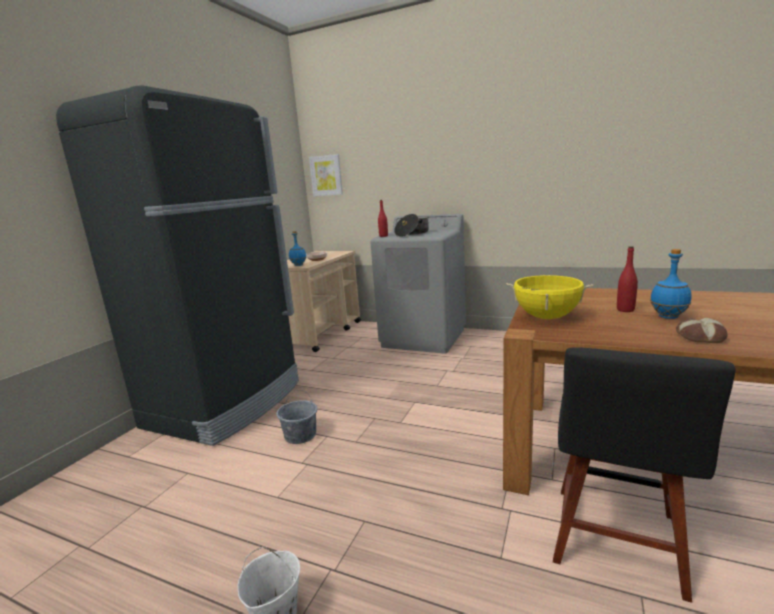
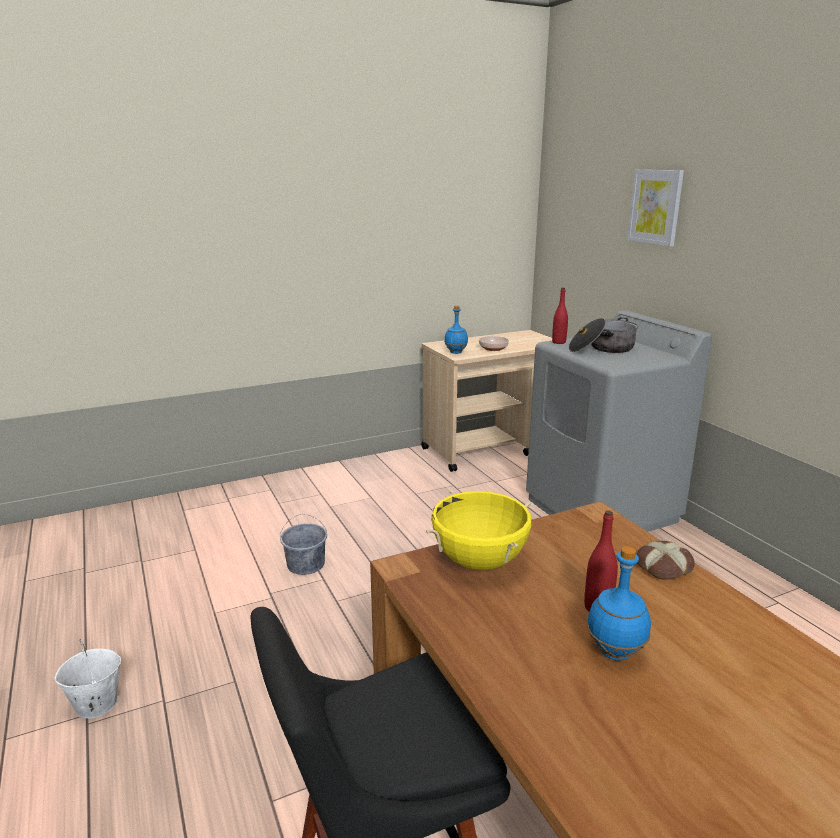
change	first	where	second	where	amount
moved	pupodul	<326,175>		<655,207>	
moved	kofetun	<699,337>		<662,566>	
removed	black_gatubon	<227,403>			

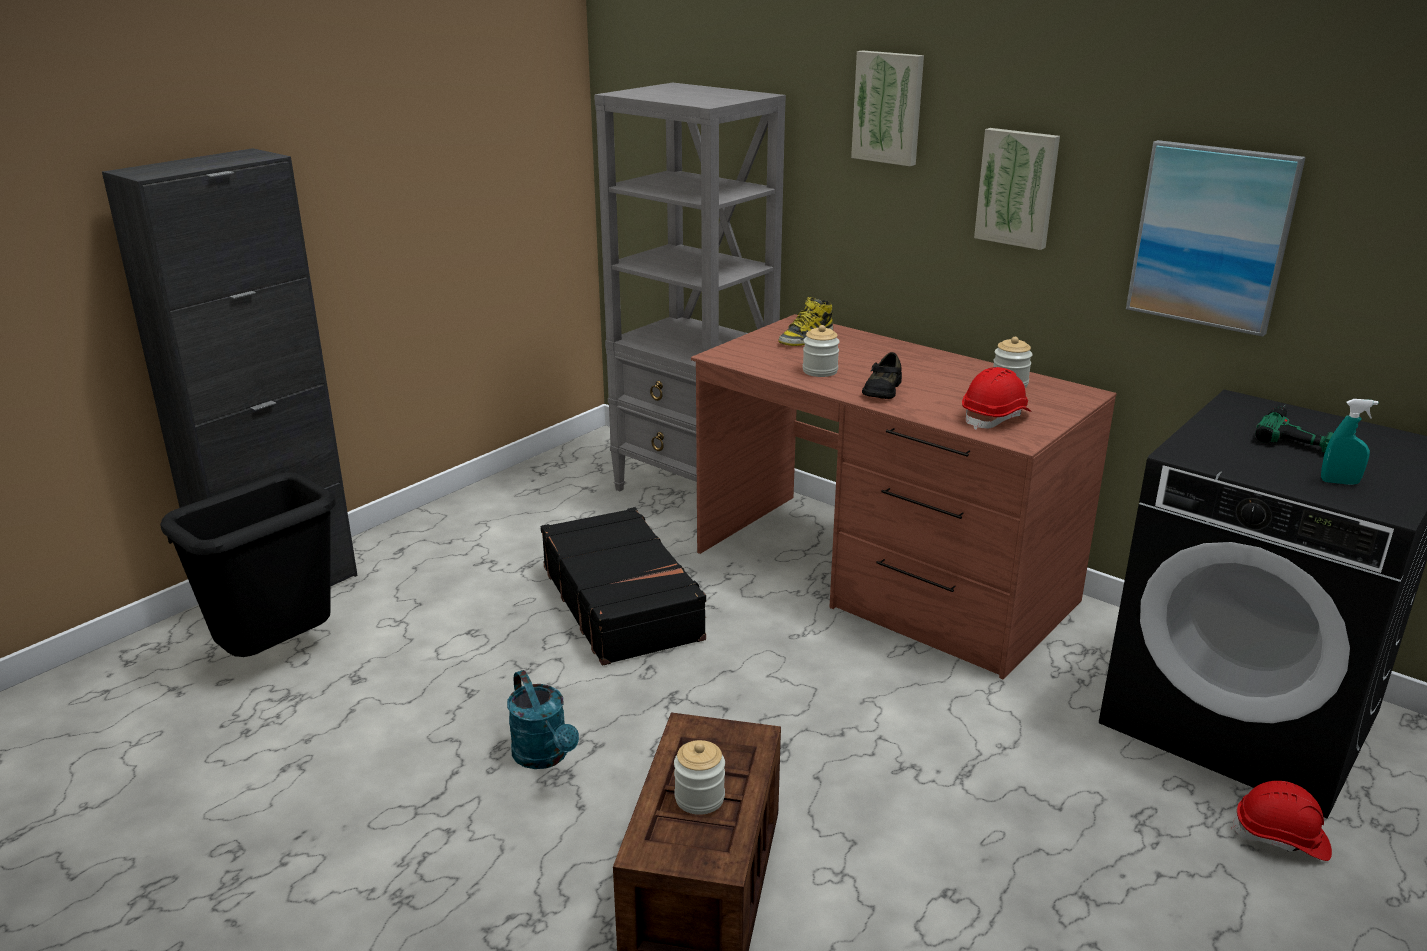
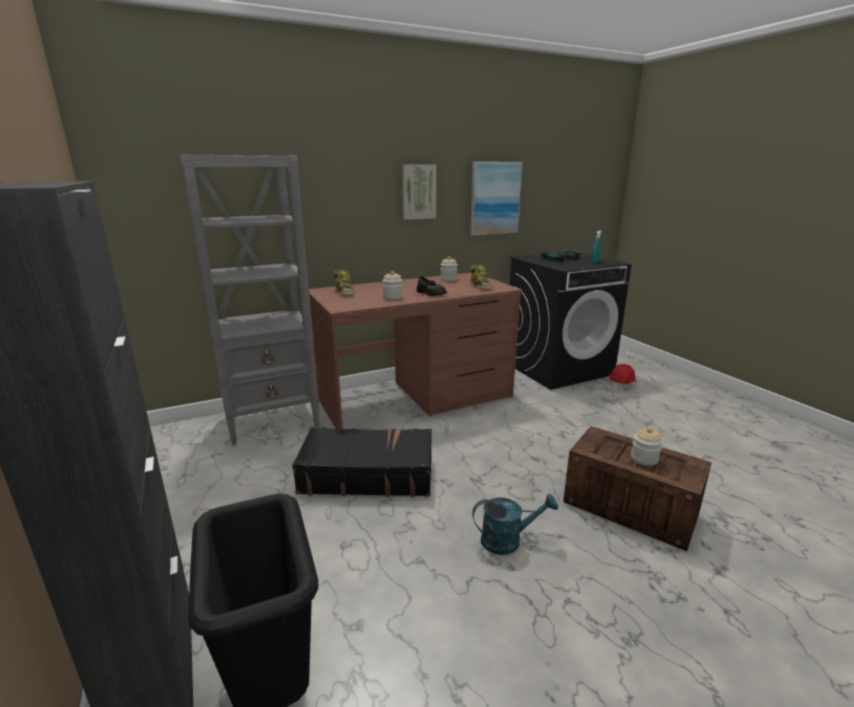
change	first	where	second	where	amount
replaced	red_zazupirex	<996,417>	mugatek	<481,286>	
removed	pupodul	<889,107>			

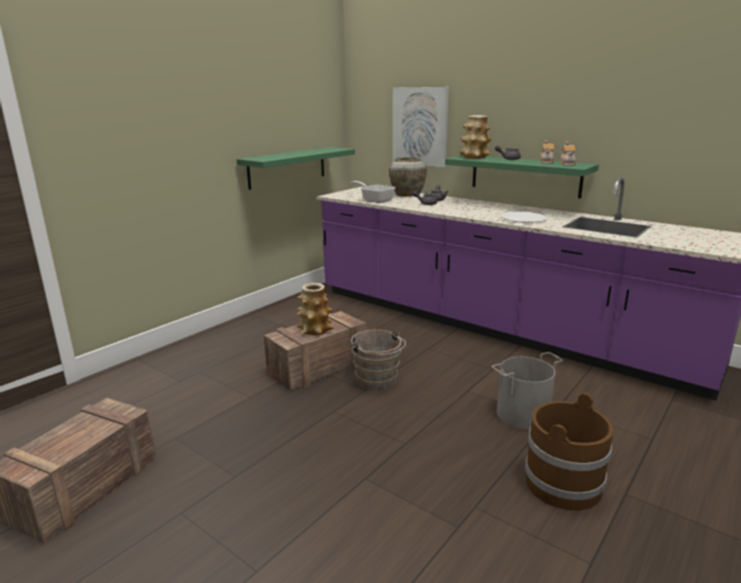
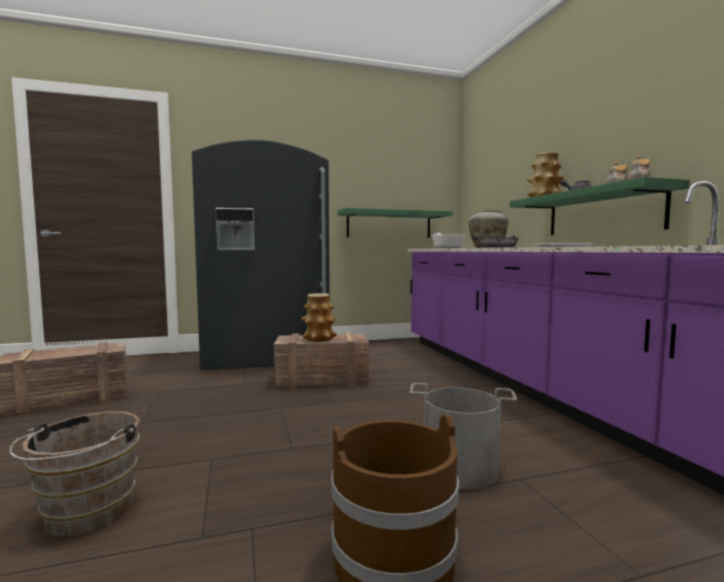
change	first	where	second	where	amount
moved	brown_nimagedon	<378,382>		<84,515>	
added			grey_gatubon	<265,357>	
removed	pupodul	<420,126>			

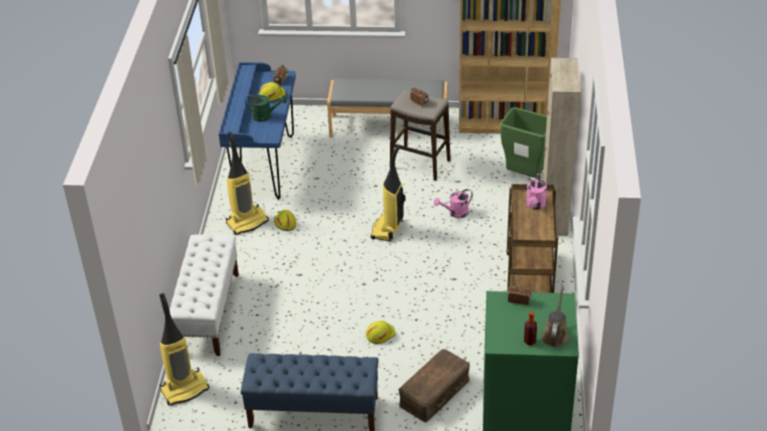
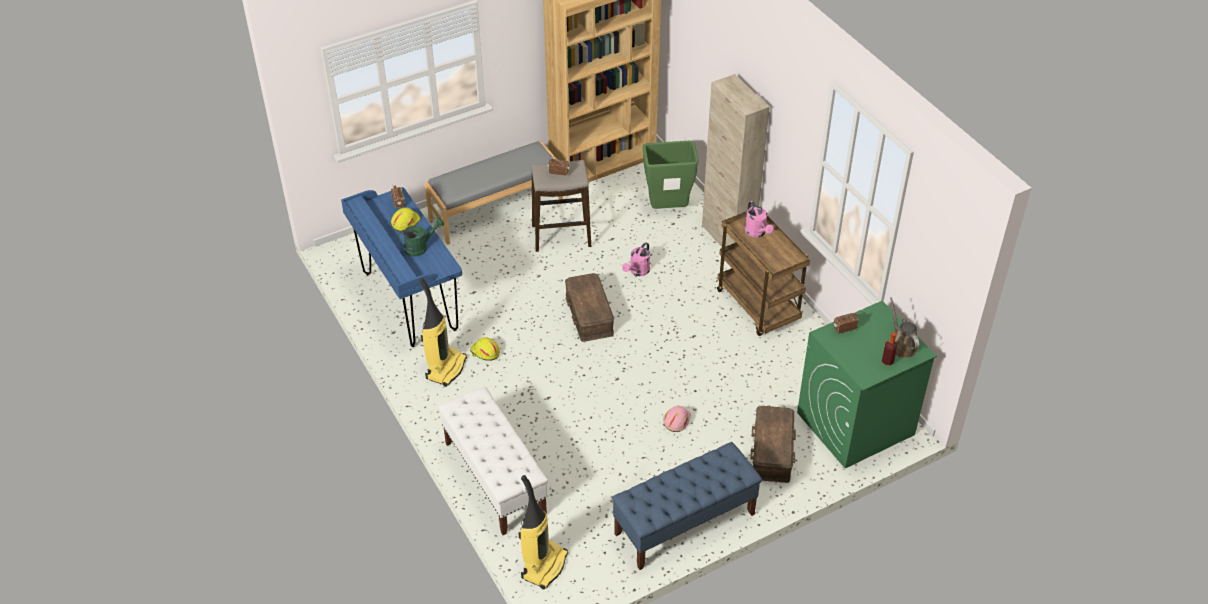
change	first	where	second	where	amount
replaced	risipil	<388,229>	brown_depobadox	<590,314>	
recoloured	yellow_zazupirex	<380,334>	pink_zazupirex	<676,420>	

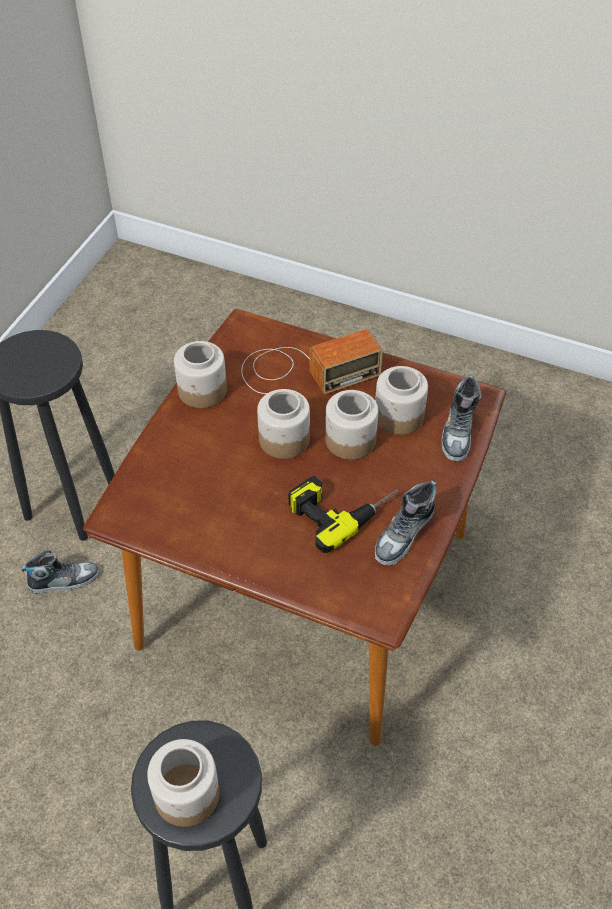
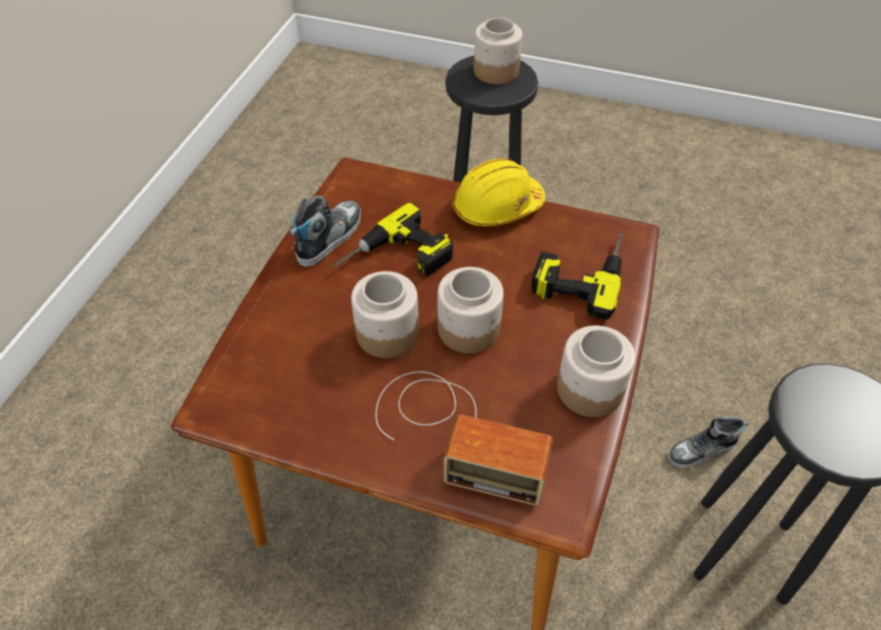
change	first	where	second	where	amount
turned	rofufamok	<304,370>		<455,433>	135 degrees counterclockwise
added			yellow_zazupirex	<496,207>	
added			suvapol	<580,272>	
removed	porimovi	<399,416>			
removed	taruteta	<458,431>			

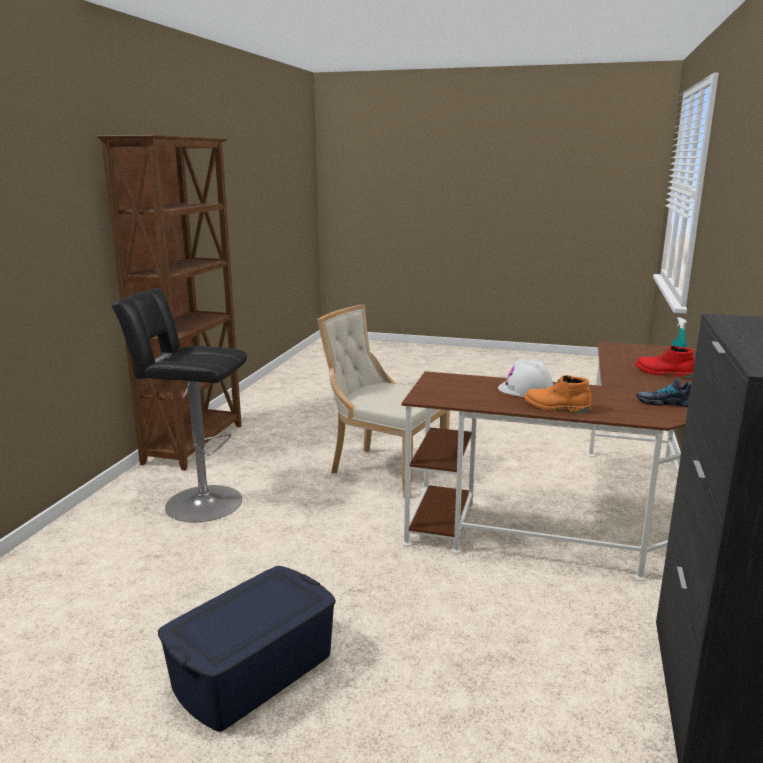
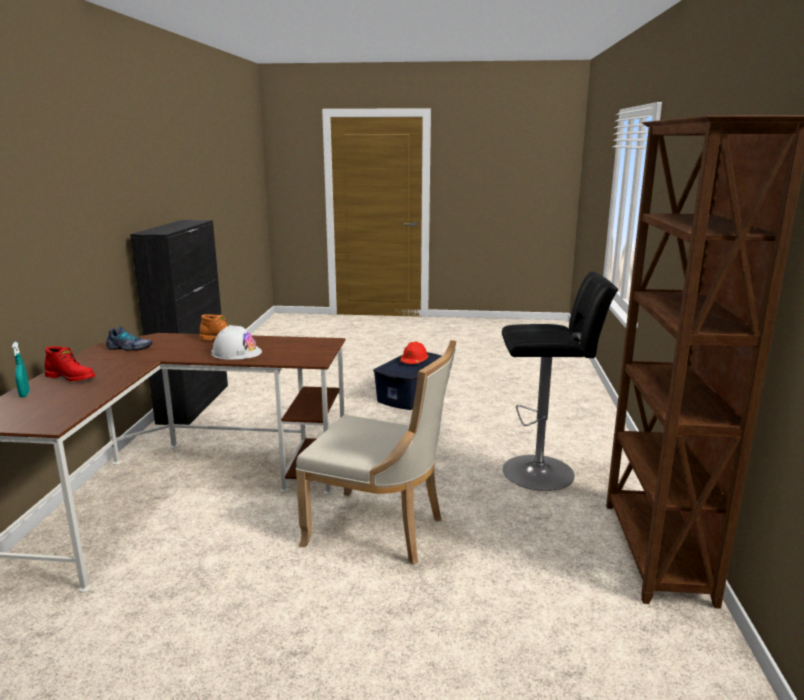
change	first	where	second	where	amount
added			red_zazupirex	<414,361>	

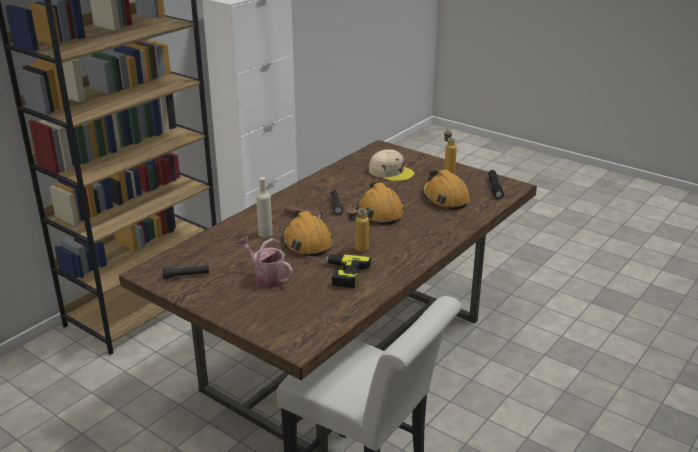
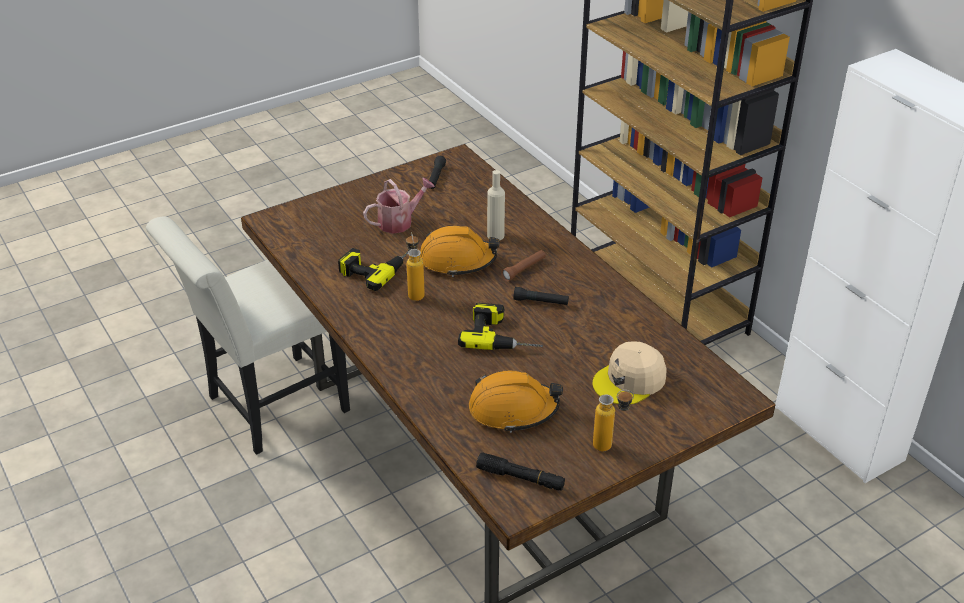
change	first	where	second	where	amount
replaced	orange_zazupirex	<380,212>	suvapol	<503,335>	

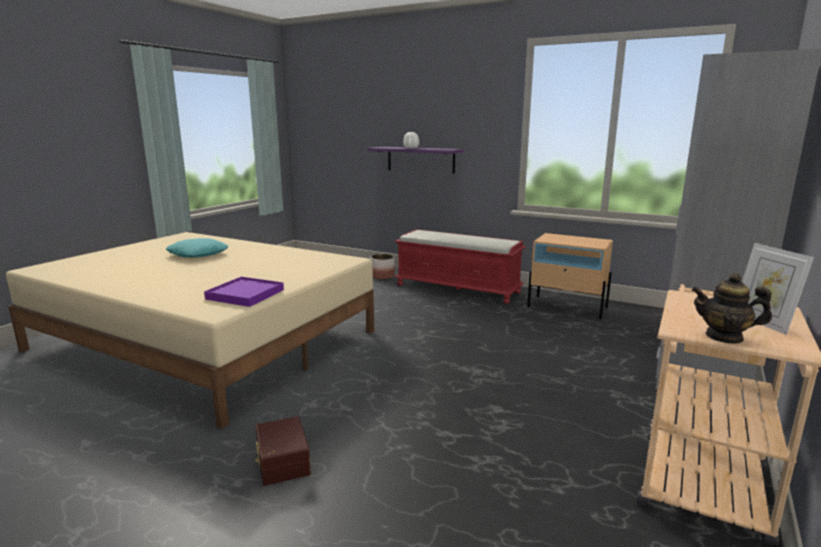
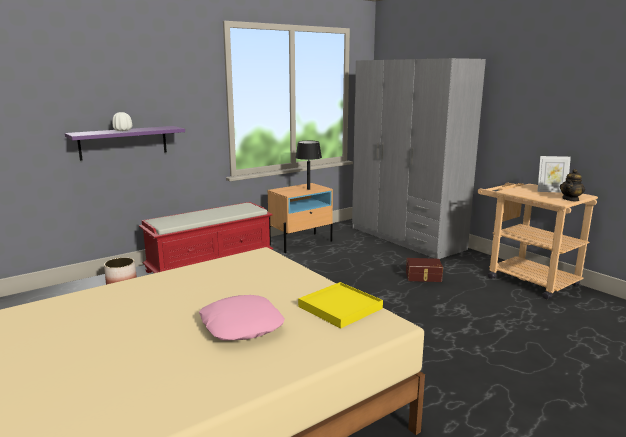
change	first	where	second	where	amount
added			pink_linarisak	<240,326>	
added			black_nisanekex	<308,189>	
recoloured	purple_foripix	<245,294>	yellow_foripix	<340,307>	
moved	brown_depobadox	<281,461>		<423,277>	
removed	turquoise_linarisak	<198,254>			

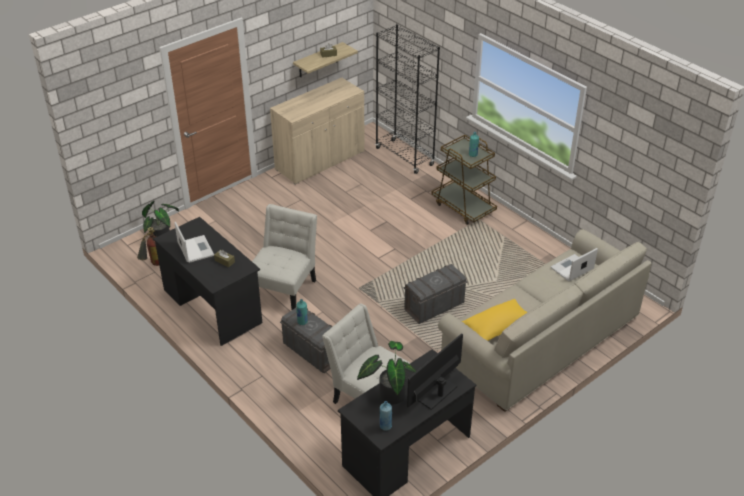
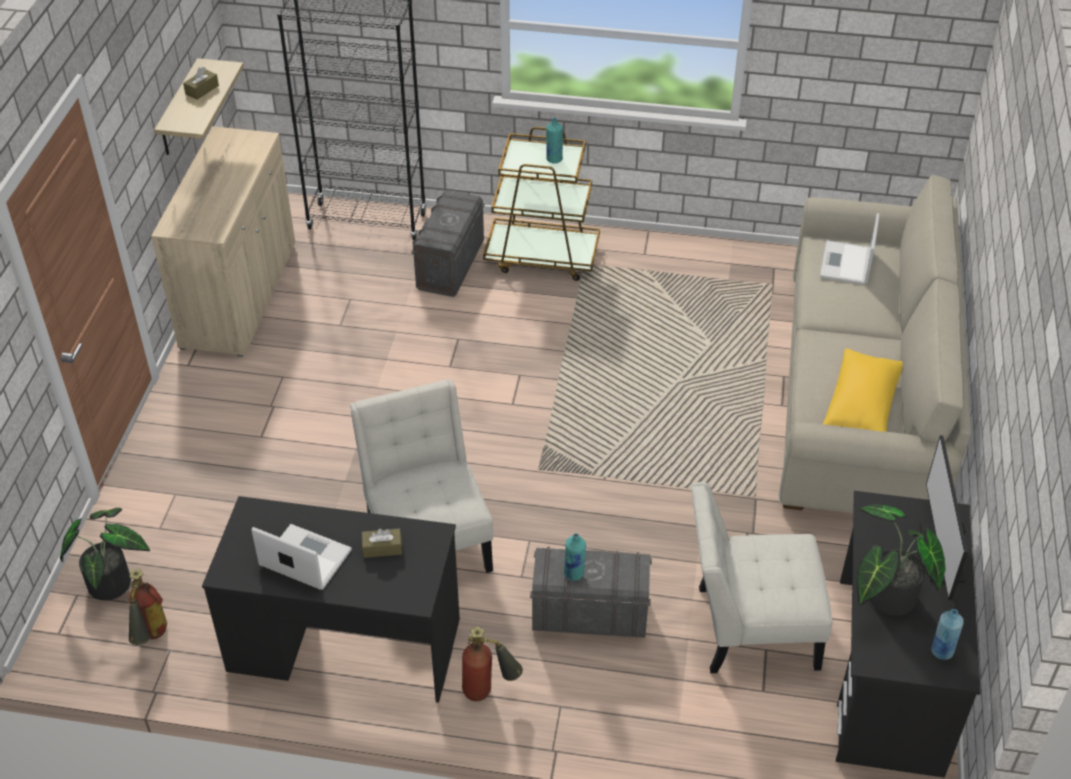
change	first	where	second	where	amount
moved	grey_depobadox	<433,307>		<450,265>	
added			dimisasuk	<489,691>	

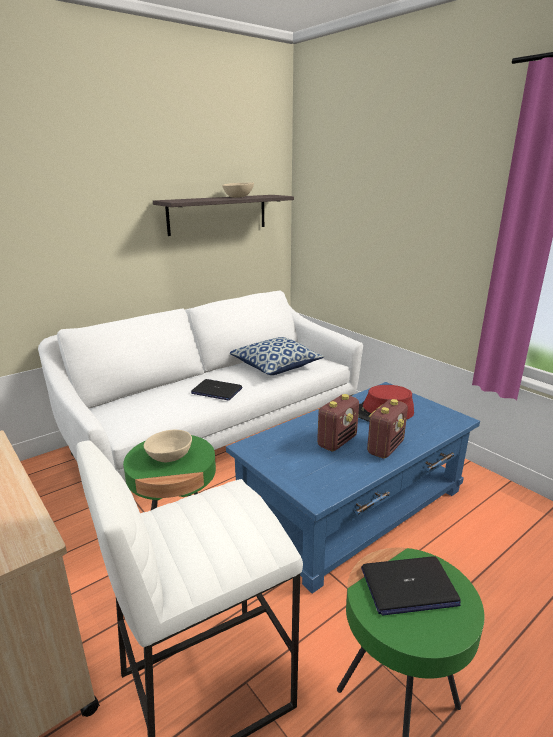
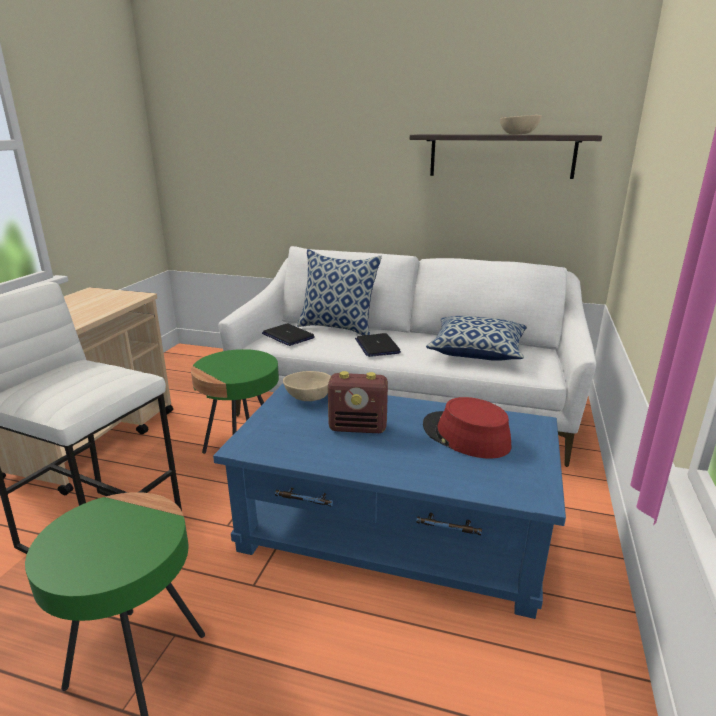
change	first	where	second	where	amount
moved	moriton	<408,586>		<287,336>	
moved	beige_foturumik	<170,457>		<309,397>	
added			linarisak	<338,327>	
removed	rofufamok	<385,447>			

